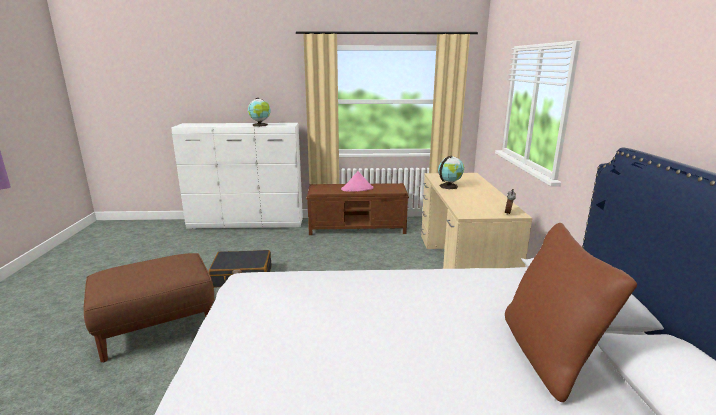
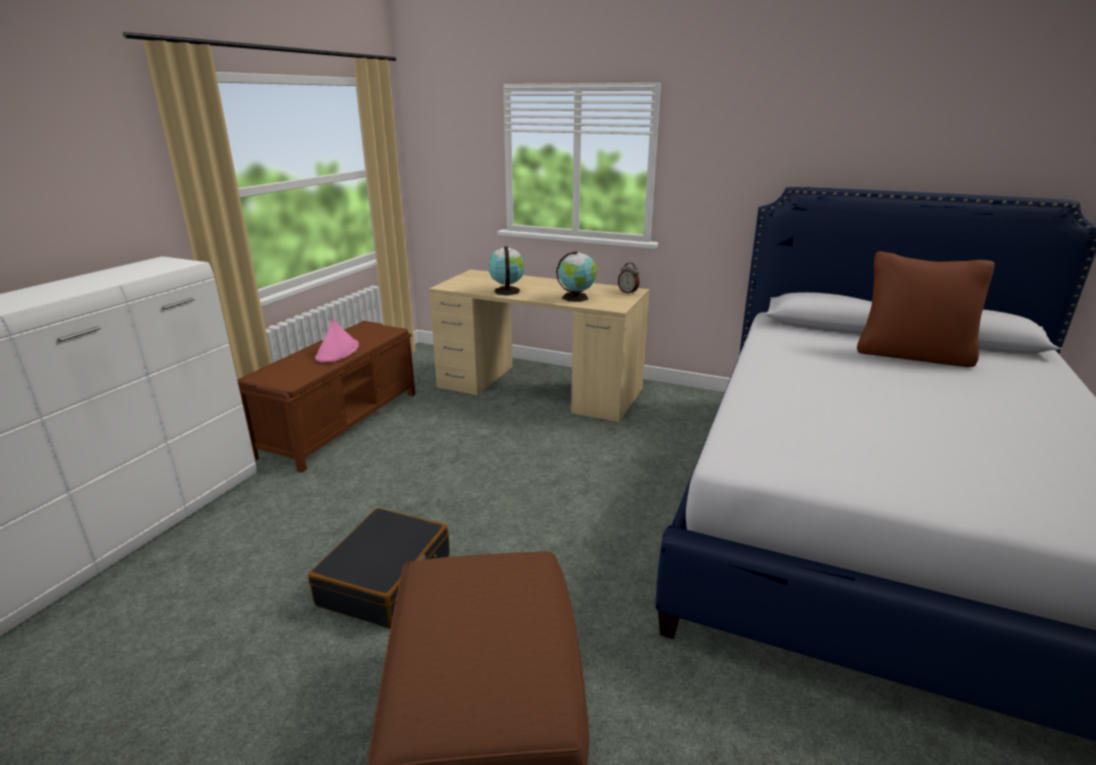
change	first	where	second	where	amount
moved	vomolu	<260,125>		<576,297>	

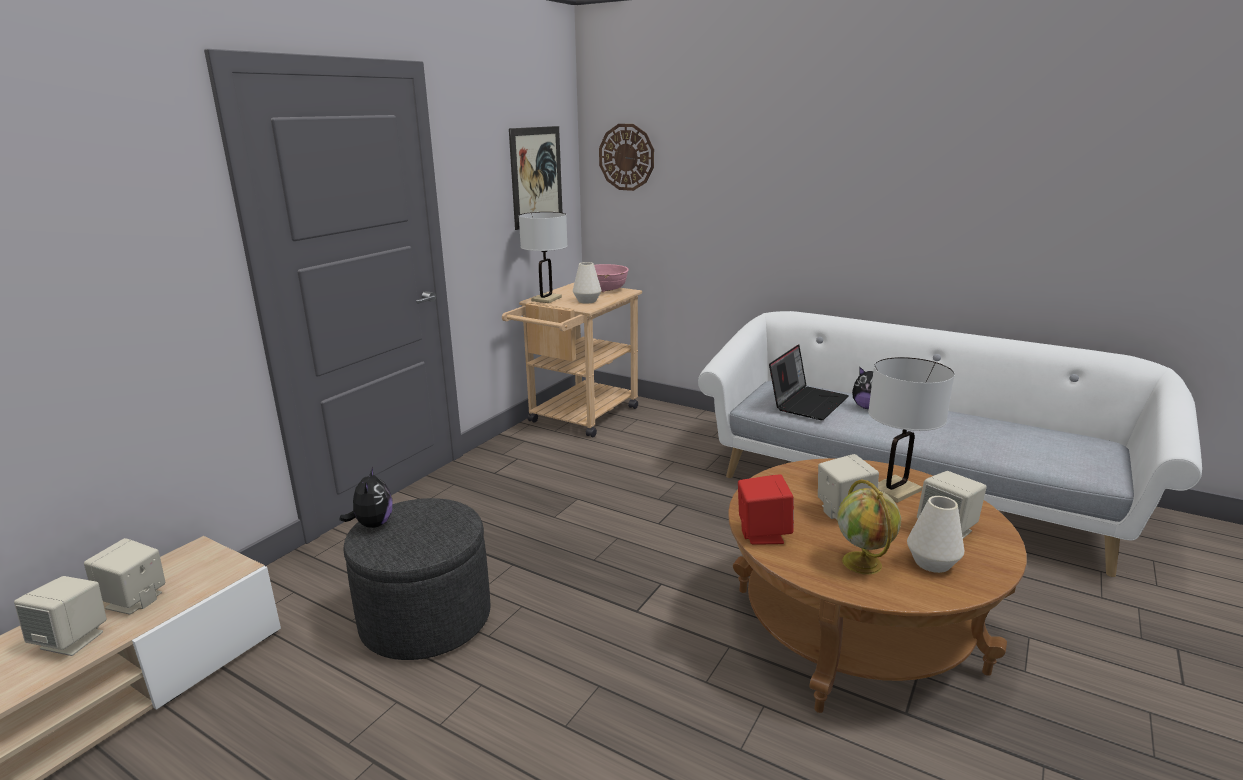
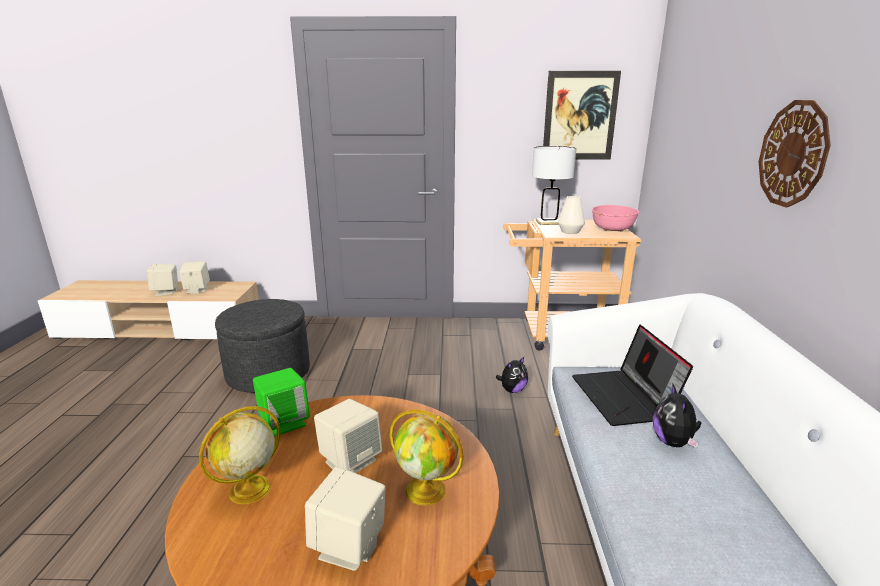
change	first	where	second	where	amount
recoloured	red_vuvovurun	<762,533>	green_vuvovurun	<284,423>	
replaced	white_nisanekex	<895,490>	vomolu	<427,490>	
moved	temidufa	<372,524>		<512,390>	
turned	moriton	<807,402>		<625,398>	75 degrees clockwise
moved	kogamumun	<626,157>		<793,154>	
removed	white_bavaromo	<932,562>			

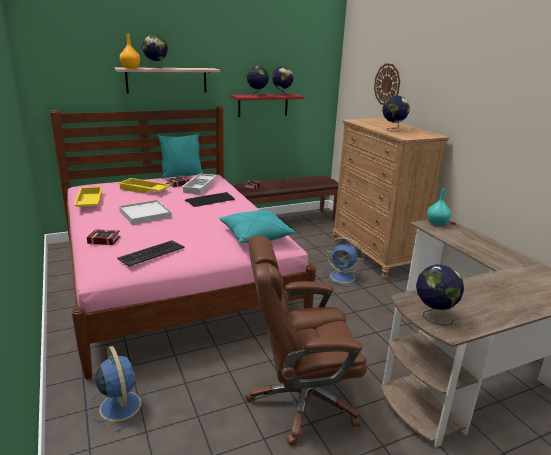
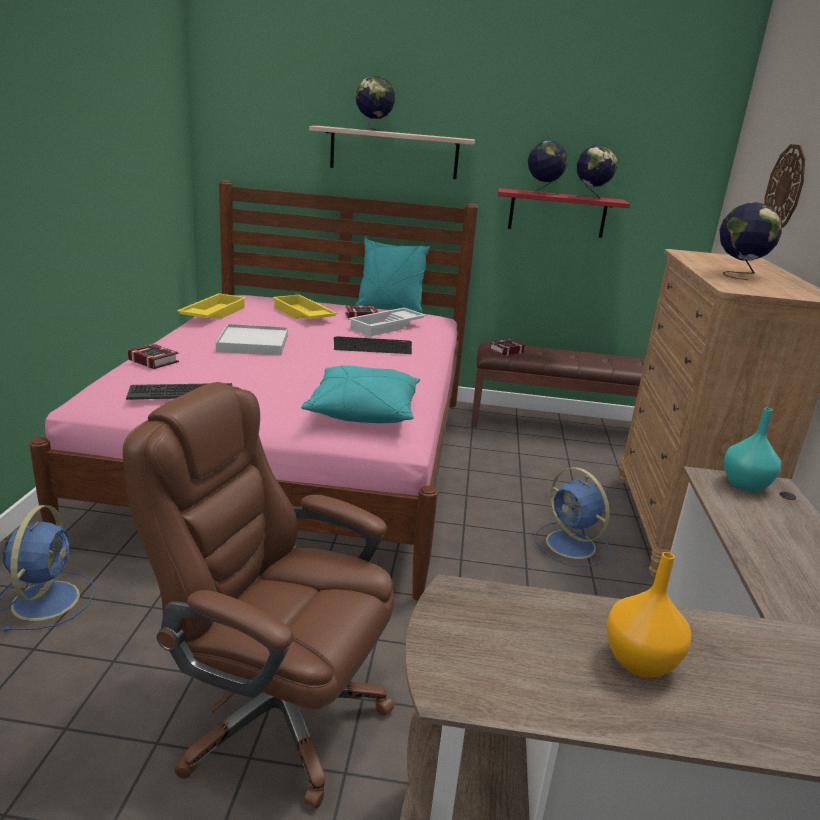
change	first	where	second	where	amount
moved	orange_bavaromo	<130,68>		<640,663>	
removed	vomolu	<433,316>			

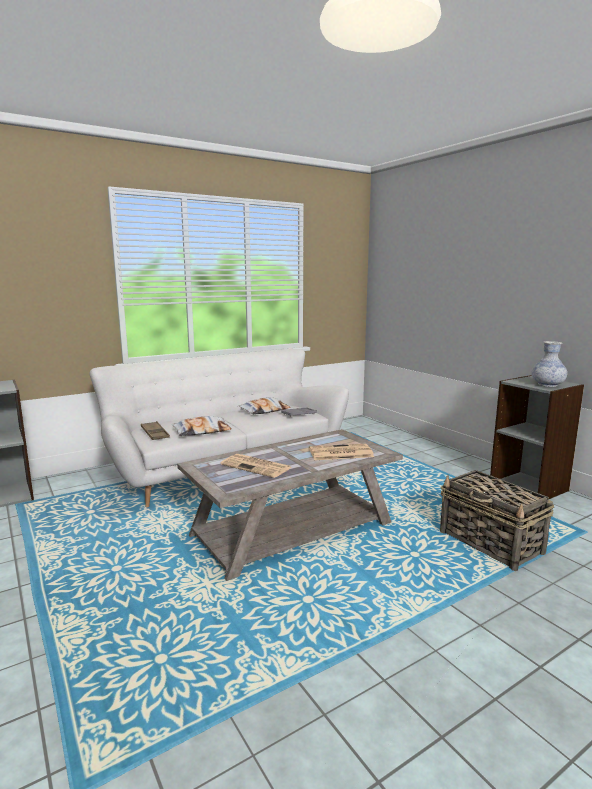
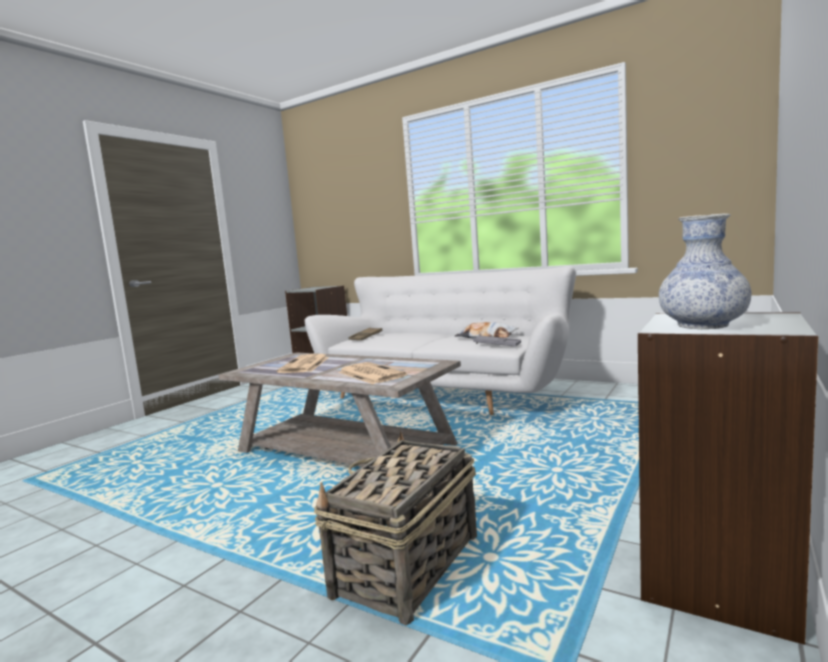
change	first	where	second	where	amount
removed	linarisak	<202,431>			

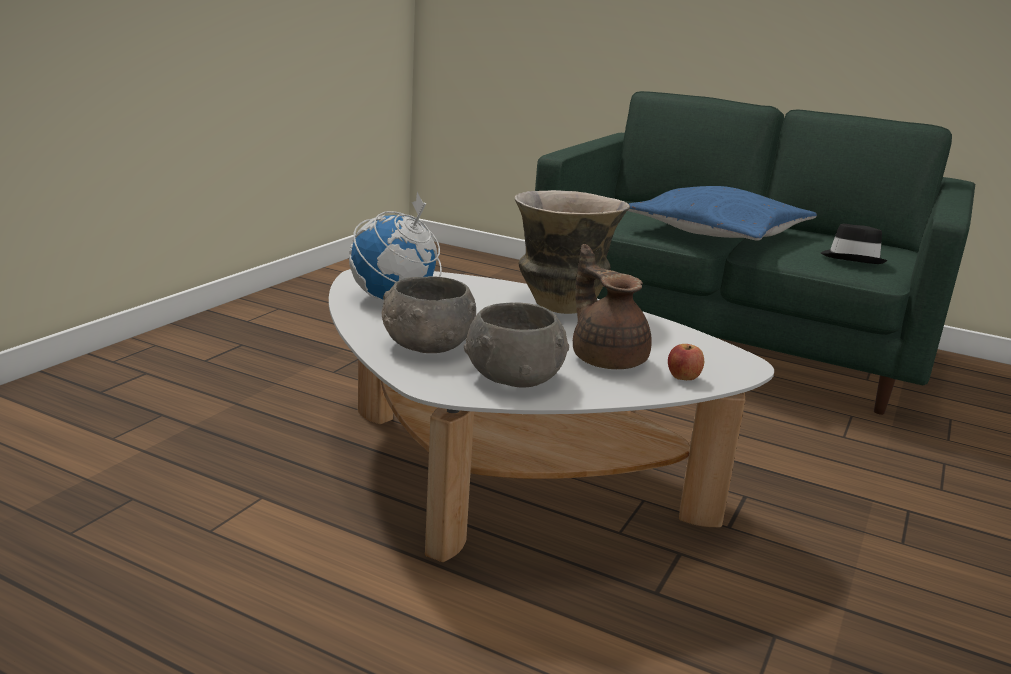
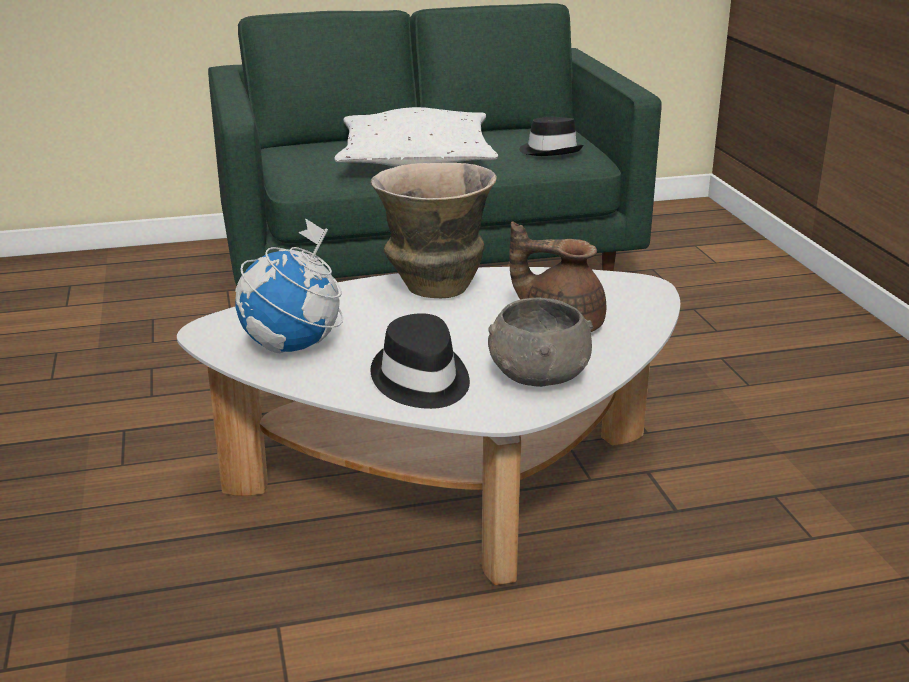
change	first	where	second	where	amount
recoloured	blue_linarisak	<717,233>	white_linarisak	<415,159>	
replaced	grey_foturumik	<427,346>	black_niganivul	<420,380>	
removed	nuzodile	<683,378>			

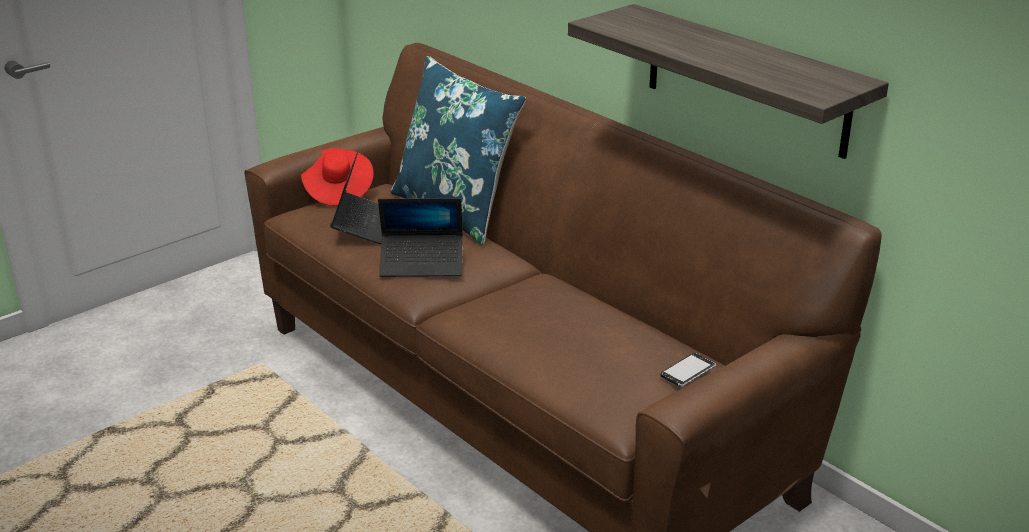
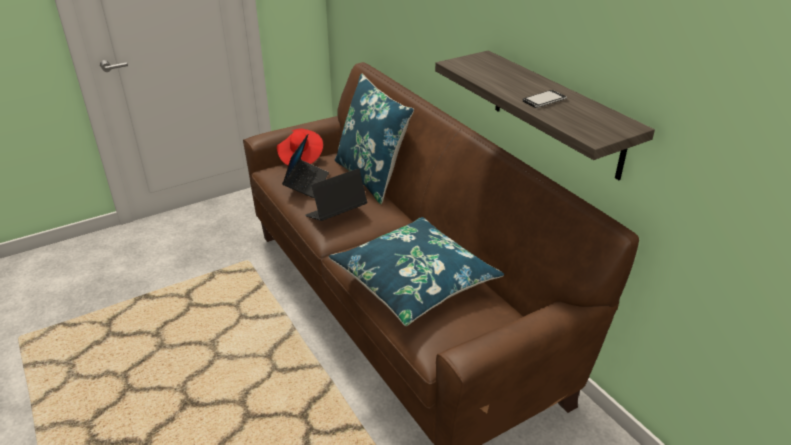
change	first	where	second	where	amount
turned	moriton	<422,263>		<336,214>	135 degrees clockwise
added			blue_linarisak	<414,281>	
moved	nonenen	<688,372>		<544,100>	

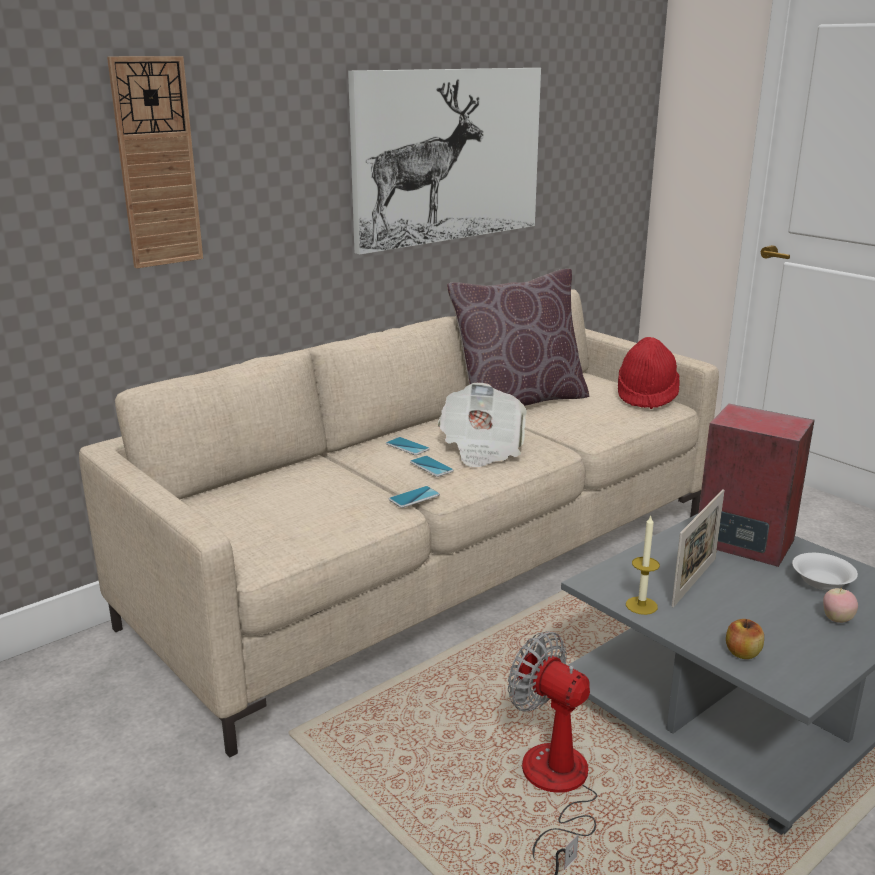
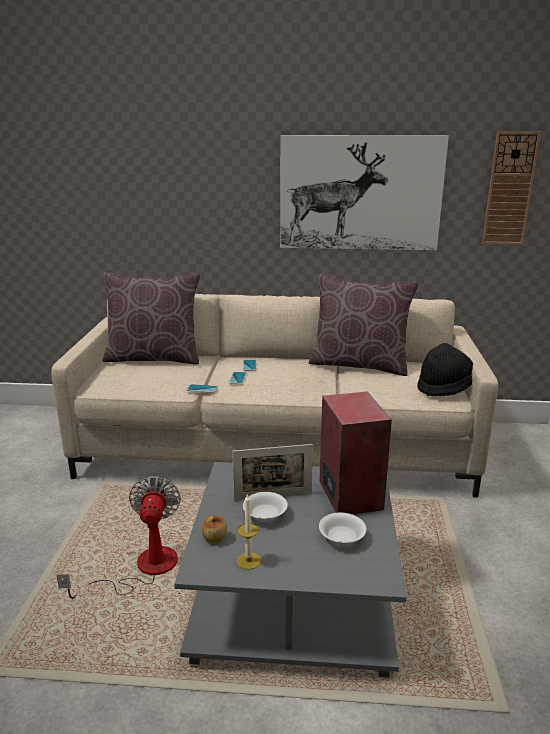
change	first	where	second	where	amount
added			brown_linarisak	<154,358>	
moved	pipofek	<641,605>		<248,561>	
added			white_foturumik	<265,515>	
recoloured	red_niganivul	<646,395>	black_niganivul	<445,388>	
moved	kogamumun	<156,163>		<509,189>	
removed	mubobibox	<482,448>			
removed	nuzodile	<837,619>			

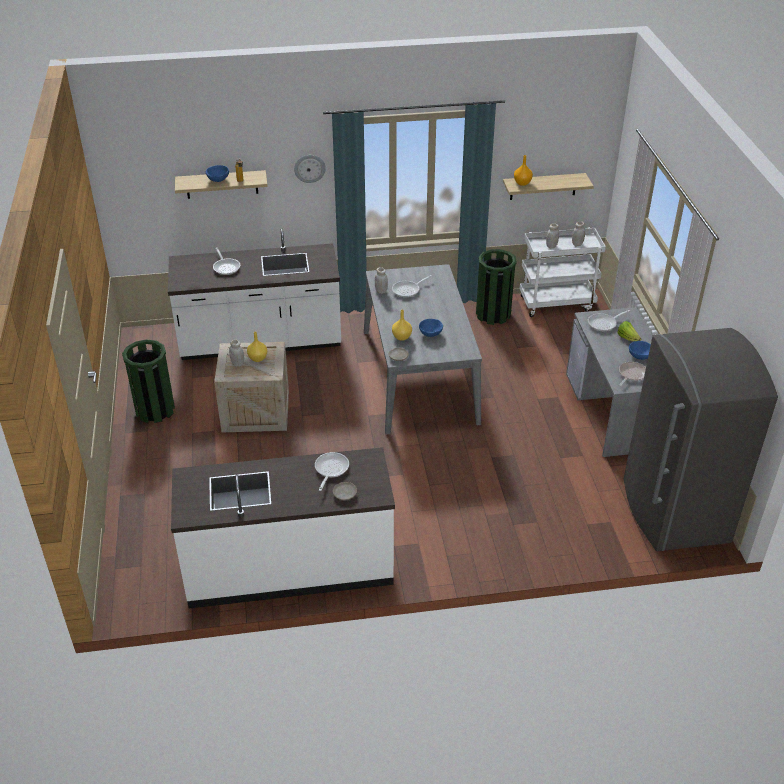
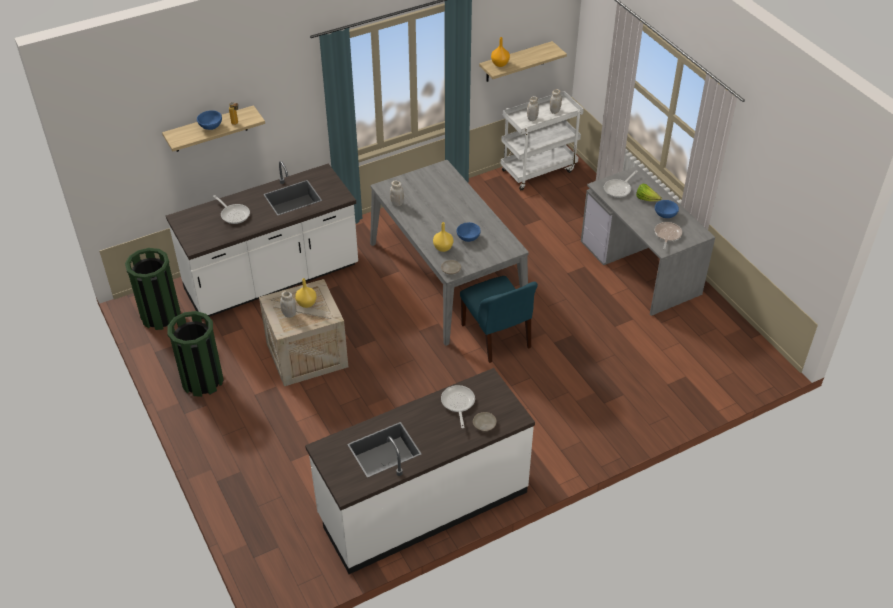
change	first	where	second	where	amount
moved	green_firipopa	<493,314>		<160,315>	
added			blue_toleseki	<497,337>	
removed	kogamumun	<309,168>			
removed	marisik	<408,290>			
removed	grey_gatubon	<673,512>			

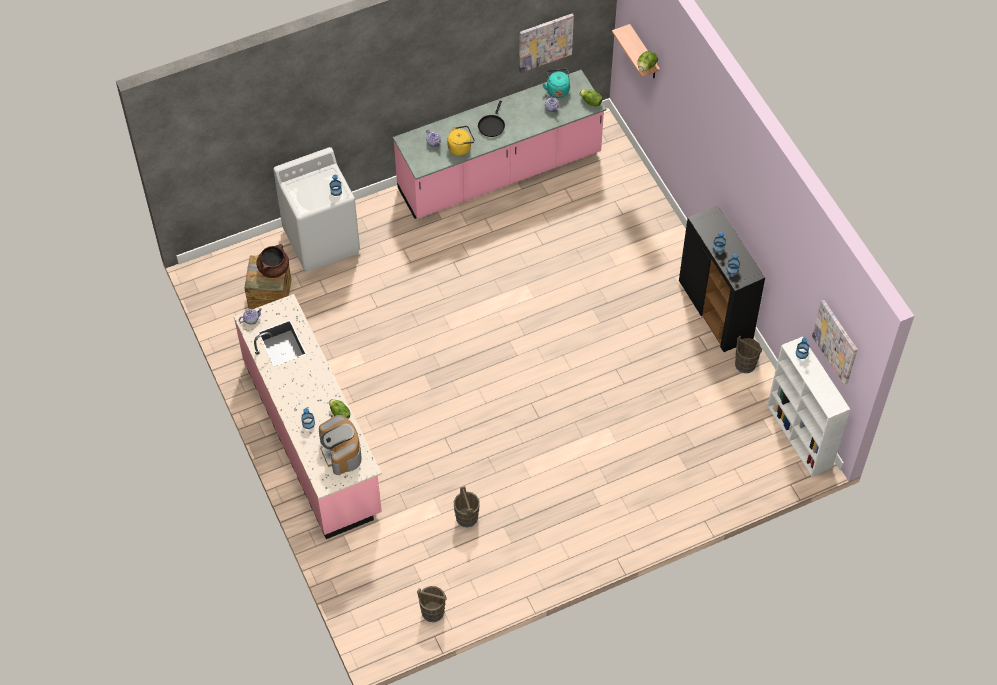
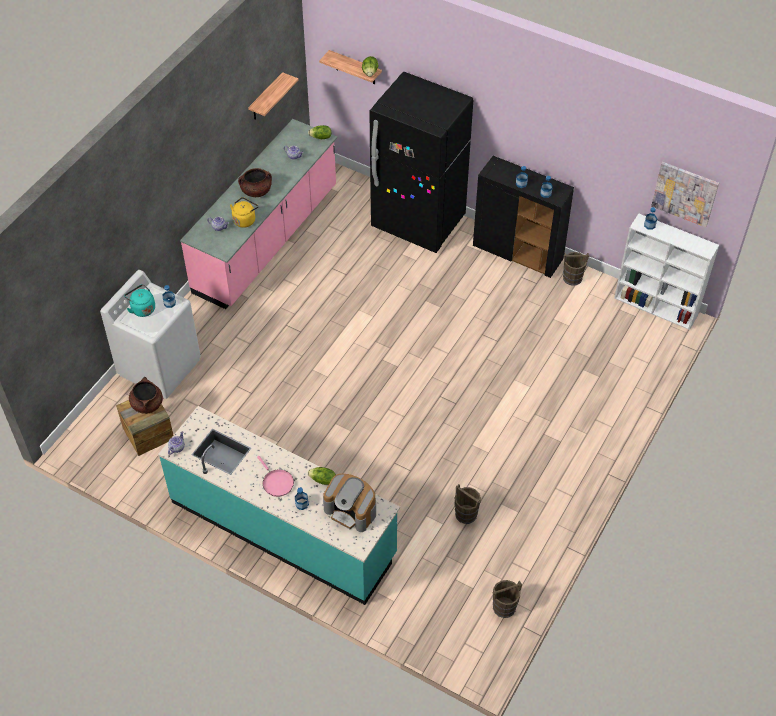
change	first	where	second	where	amount
moved	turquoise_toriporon	<557,89>		<142,308>	
recoloured	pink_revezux	<313,437>	turquoise_revezux	<283,528>	
replaced	black_marisik	<492,125>	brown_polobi	<256,191>	
replaced	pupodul	<545,42>	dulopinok	<266,98>	
added			pink_marisik	<276,482>	
added			black_gatubon	<418,223>	

